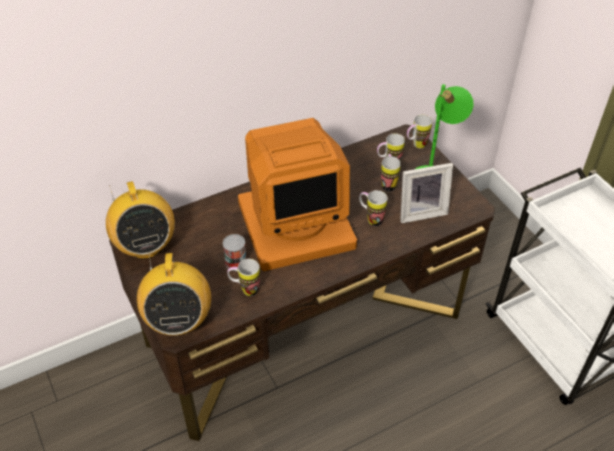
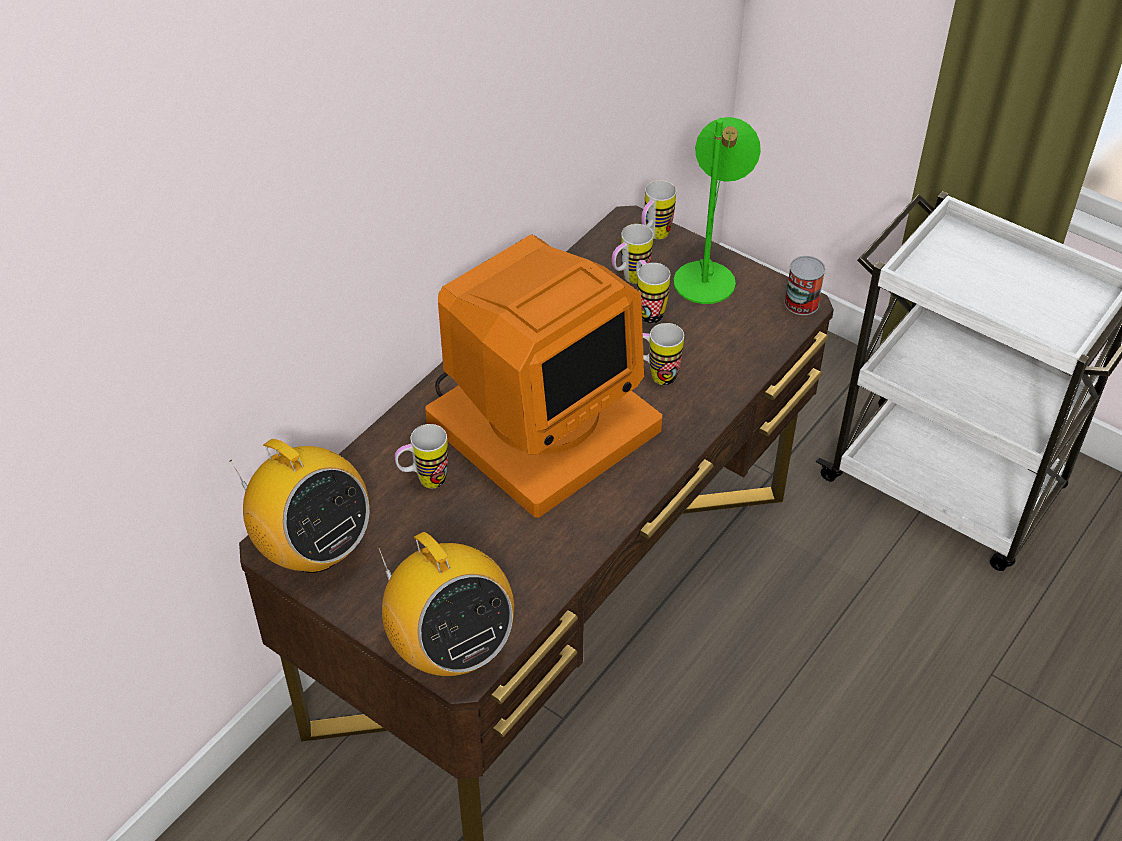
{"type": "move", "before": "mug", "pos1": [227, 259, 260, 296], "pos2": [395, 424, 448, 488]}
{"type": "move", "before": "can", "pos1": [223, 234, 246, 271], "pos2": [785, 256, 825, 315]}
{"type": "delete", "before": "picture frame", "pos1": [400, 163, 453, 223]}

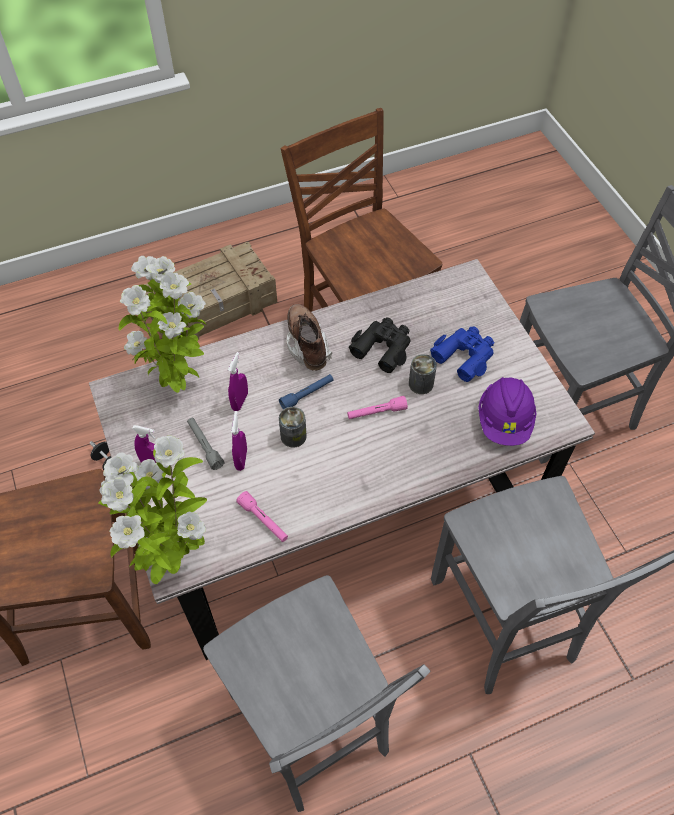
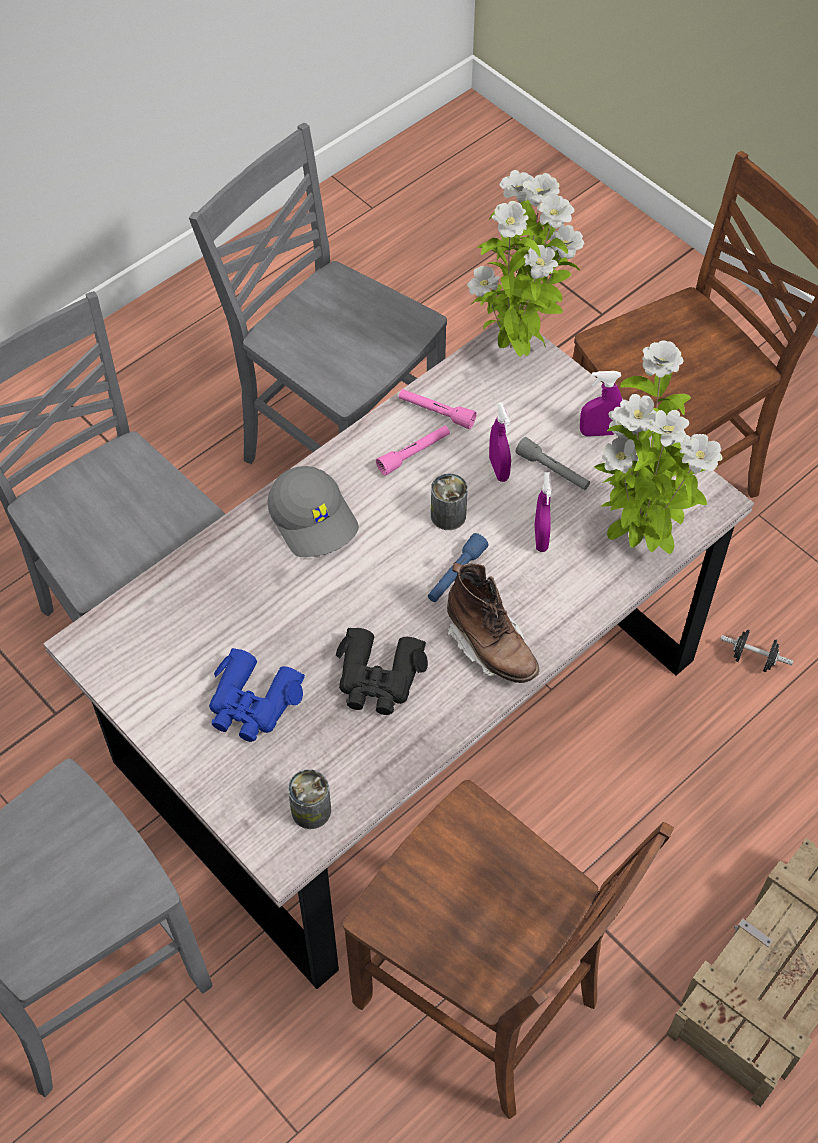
{"type": "insert", "after": "grey cap", "pos2": [267, 466, 359, 557]}
{"type": "move", "before": "can", "pos1": [409, 354, 437, 394], "pos2": [288, 769, 331, 829]}
{"type": "move", "before": "pink flashlight", "pos1": [347, 396, 408, 419], "pos2": [376, 425, 450, 476]}
{"type": "delete", "before": "purple hard hat", "pos1": [478, 377, 536, 446]}

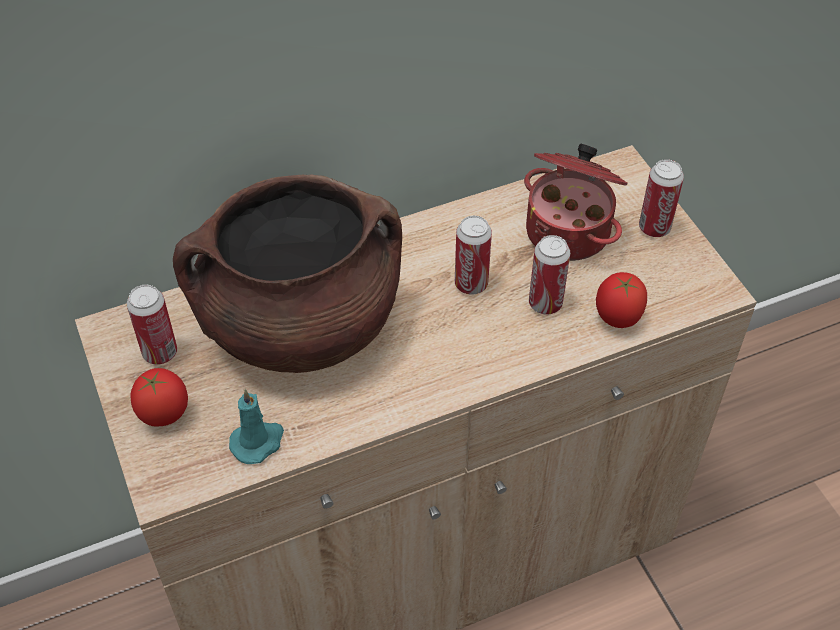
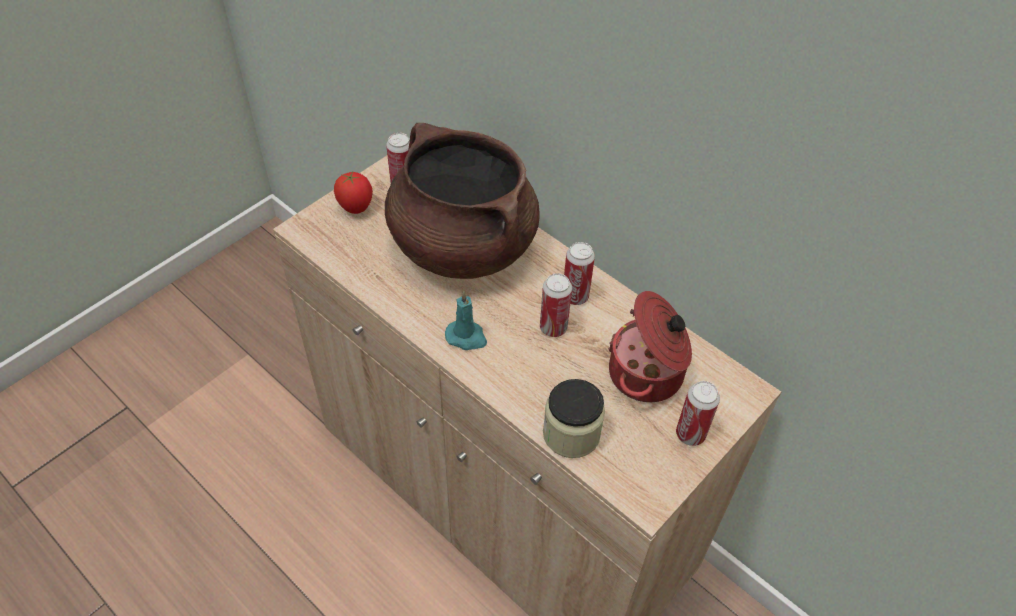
{"type": "move", "before": "turquoise candle", "pos1": [229, 389, 284, 464], "pos2": [445, 291, 487, 350]}
{"type": "replace", "before": "tomato", "after": "jar", "pos1": [596, 272, 647, 328], "pos2": [543, 379, 605, 458]}
{"type": "move", "before": "can", "pos1": [529, 235, 570, 314], "pos2": [564, 242, 595, 305]}

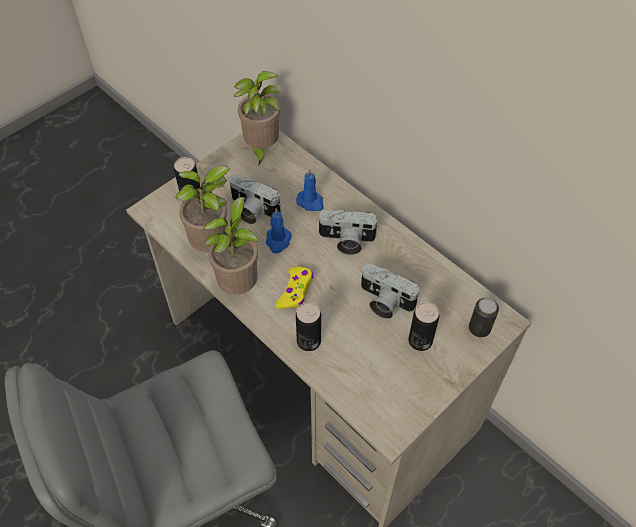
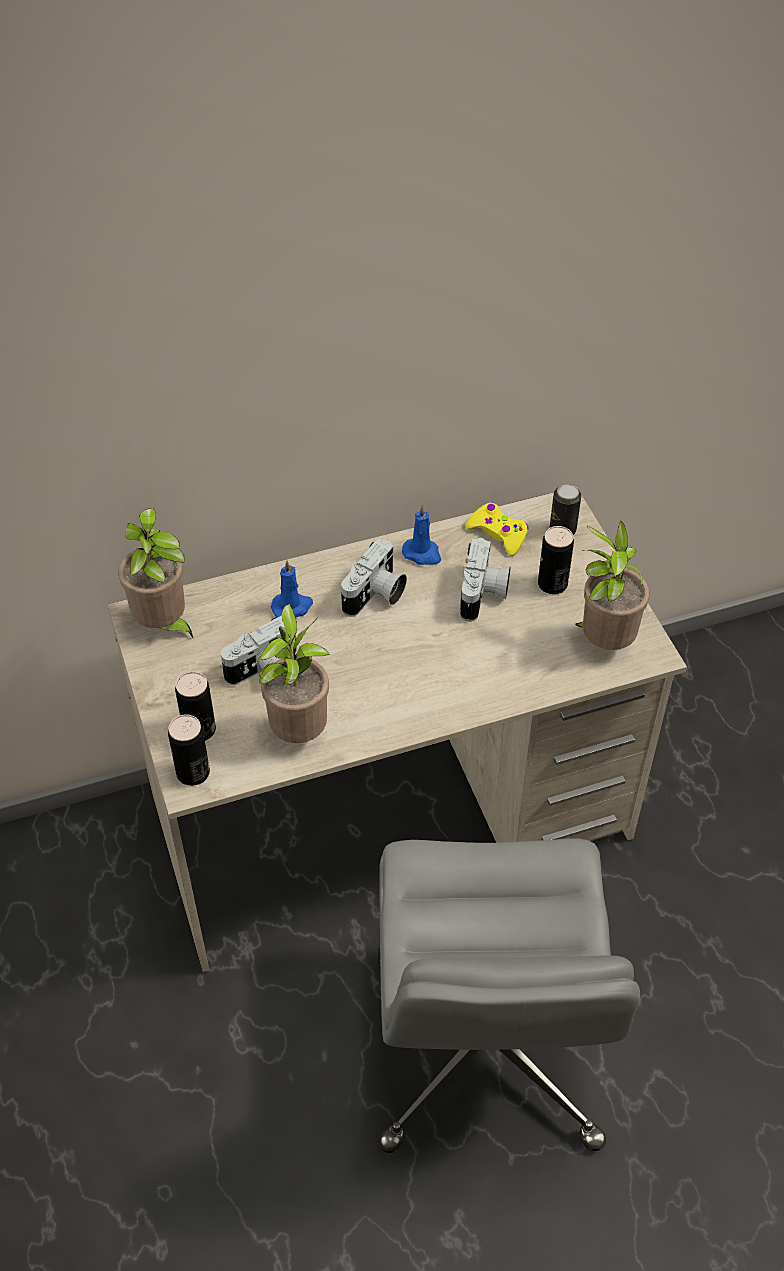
{"type": "move", "before": "can", "pos1": [296, 302, 321, 351], "pos2": [168, 714, 210, 786]}
{"type": "move", "before": "blue candle", "pos1": [266, 208, 292, 253], "pos2": [402, 505, 441, 565]}
{"type": "rotate", "before": "photo camera", "pos1": [361, 264, 419, 319], "pos2": [460, 537, 511, 622], "turn": -45}
{"type": "move", "before": "yellow game controller", "pos1": [275, 266, 313, 309], "pos2": [465, 503, 528, 556]}
{"type": "move", "before": "potted plant", "pos1": [203, 197, 259, 295], "pos2": [575, 520, 649, 650]}

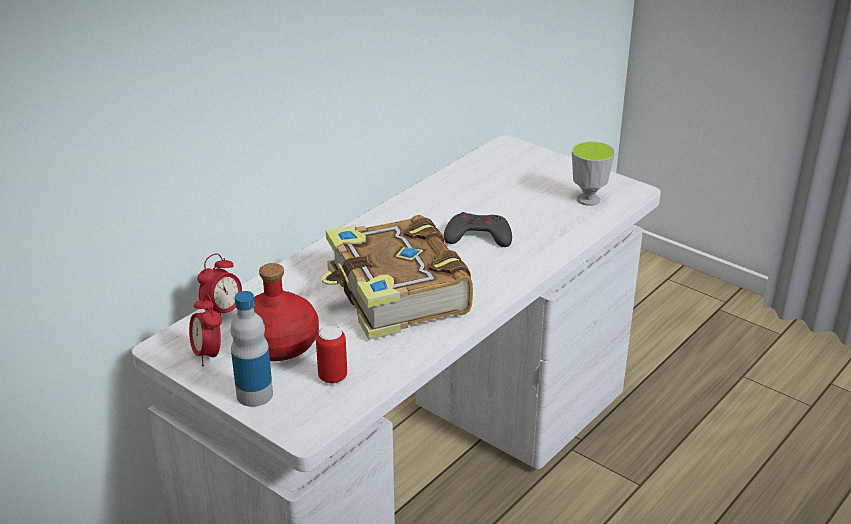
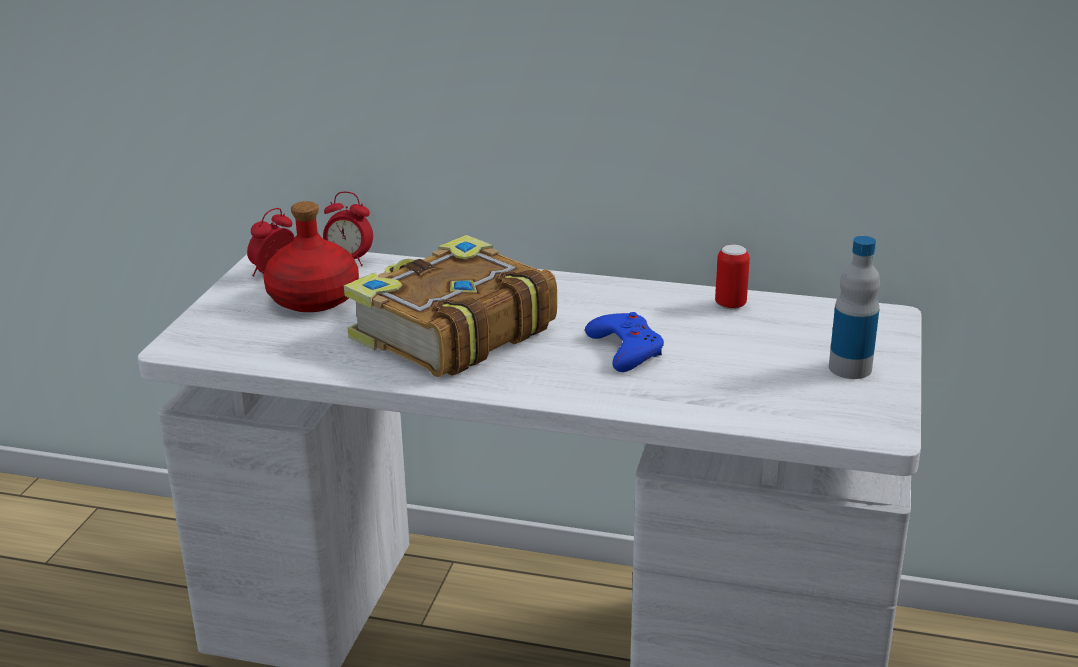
{"type": "recolor", "before": "grey game controller", "after": "blue game controller", "pos1": [444, 212, 512, 247], "pos2": [585, 312, 664, 372]}
{"type": "move", "before": "can", "pos1": [316, 326, 347, 384], "pos2": [715, 244, 750, 309]}
{"type": "move", "before": "bottle", "pos1": [231, 291, 273, 407], "pos2": [829, 236, 880, 379]}
{"type": "delete", "before": "cup", "pos1": [572, 141, 615, 206]}

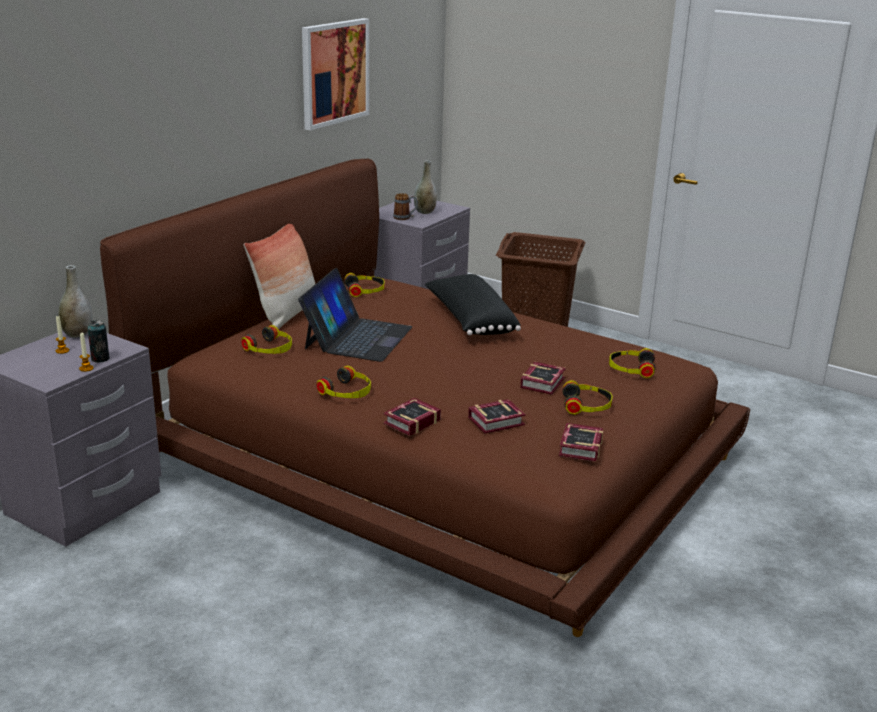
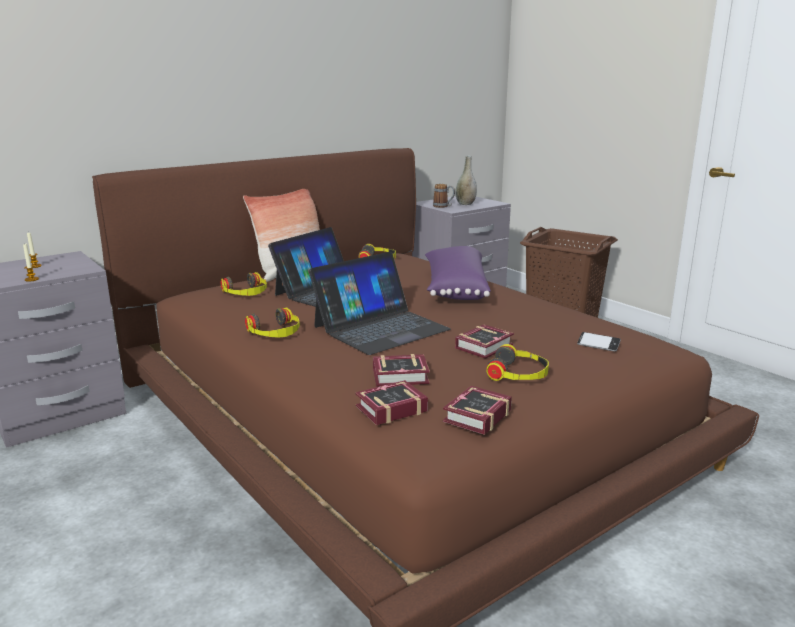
{"type": "insert", "after": "laptop", "pos2": [309, 252, 451, 355]}
{"type": "move", "before": "book", "pos1": [383, 398, 441, 436], "pos2": [355, 380, 428, 425]}
{"type": "recolor", "before": "black pillow", "after": "purple pillow", "pos1": [425, 274, 521, 335], "pos2": [425, 246, 491, 300]}
{"type": "replace", "before": "headphones", "after": "phone", "pos1": [609, 348, 655, 378], "pos2": [577, 332, 621, 352]}
{"type": "delete", "before": "grey vase", "pos1": [58, 265, 92, 338]}
{"type": "delete", "before": "can", "pos1": [87, 320, 109, 363]}
{"type": "delete", "before": "picture", "pos1": [302, 18, 369, 130]}

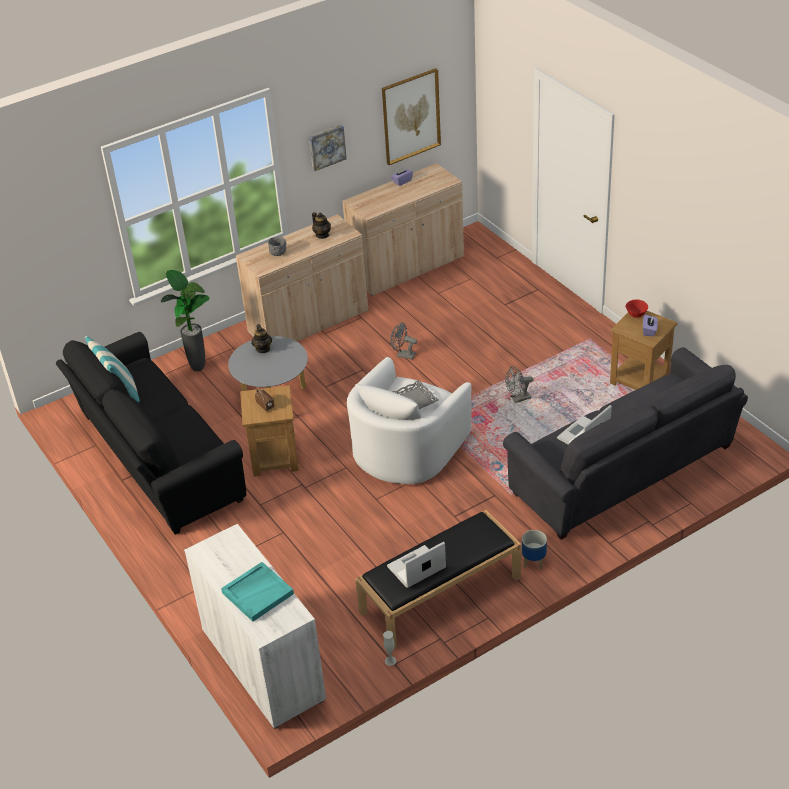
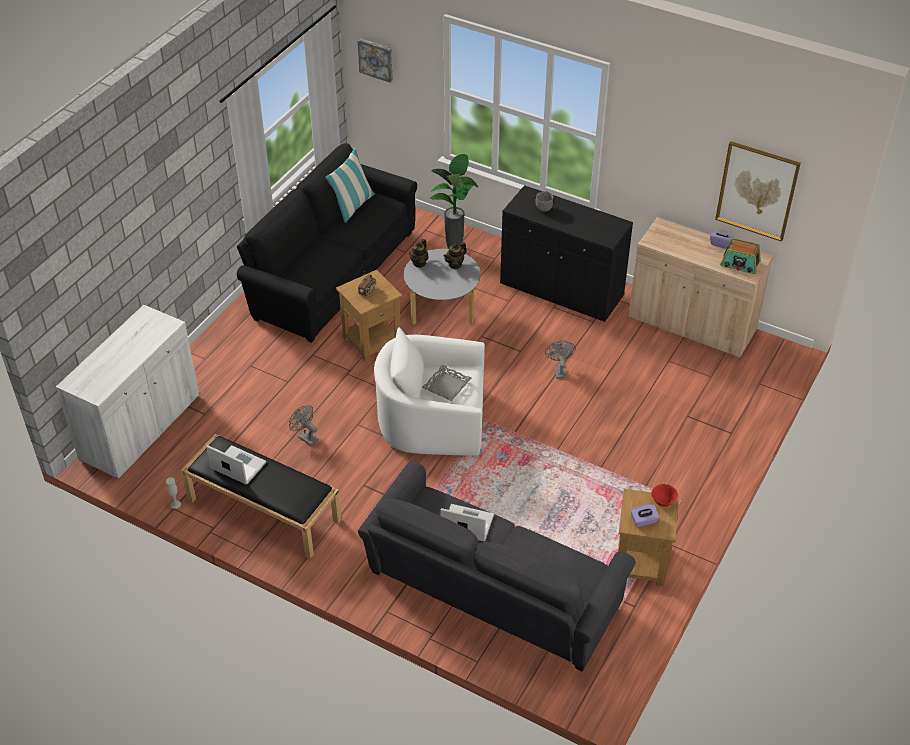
{"type": "move", "before": "grey fan", "pos1": [505, 366, 534, 403], "pos2": [289, 405, 318, 446]}
{"type": "move", "before": "picture", "pos1": [309, 125, 347, 171], "pos2": [358, 39, 393, 83]}
{"type": "move", "before": "teapot", "pos1": [312, 212, 331, 239], "pos2": [409, 239, 429, 267]}
{"type": "recolor", "before": "beige cabinet", "after": "black cabinet", "pos1": [236, 214, 368, 342], "pos2": [500, 185, 633, 322]}
{"type": "insert", "after": "radio", "pos2": [720, 238, 761, 274]}
{"type": "delete", "before": "turquoise tray", "pos1": [221, 562, 294, 622]}
{"type": "delete", "before": "planter", "pos1": [522, 530, 547, 570]}

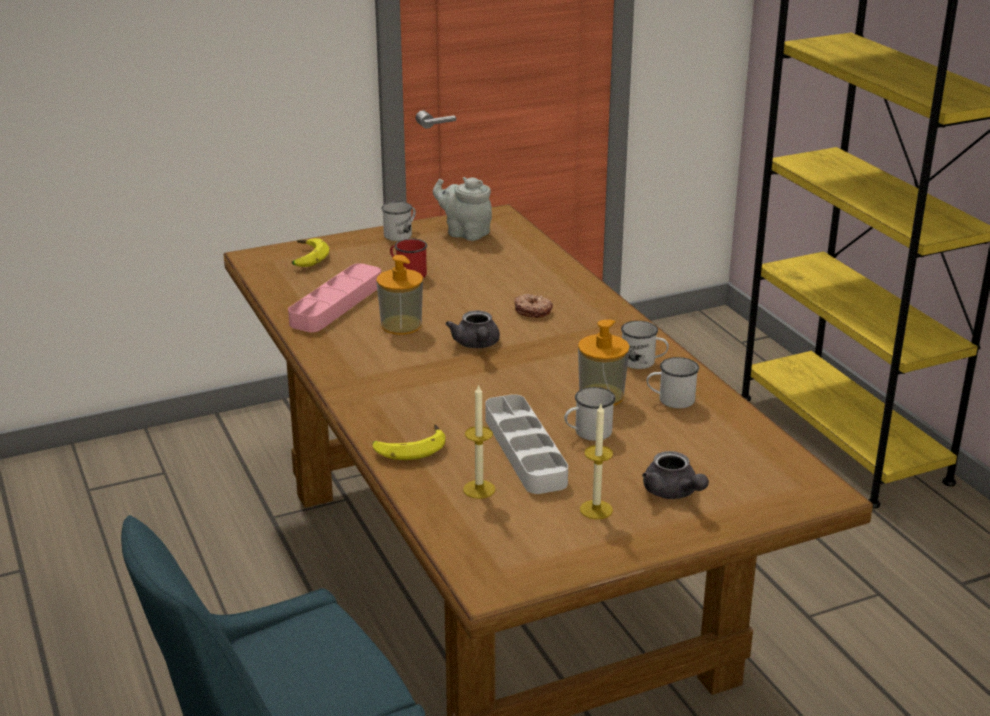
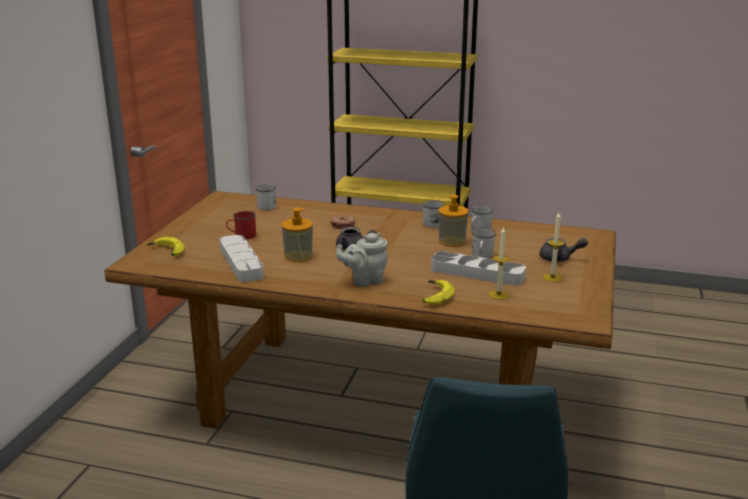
{"type": "recolor", "before": "pink tray", "after": "grey tray", "pos1": [288, 263, 381, 332], "pos2": [220, 235, 264, 282]}
{"type": "move", "before": "white mug", "pos1": [381, 202, 416, 241], "pos2": [255, 184, 276, 210]}
{"type": "move", "before": "grey teapot", "pos1": [433, 177, 492, 241], "pos2": [336, 233, 388, 287]}

